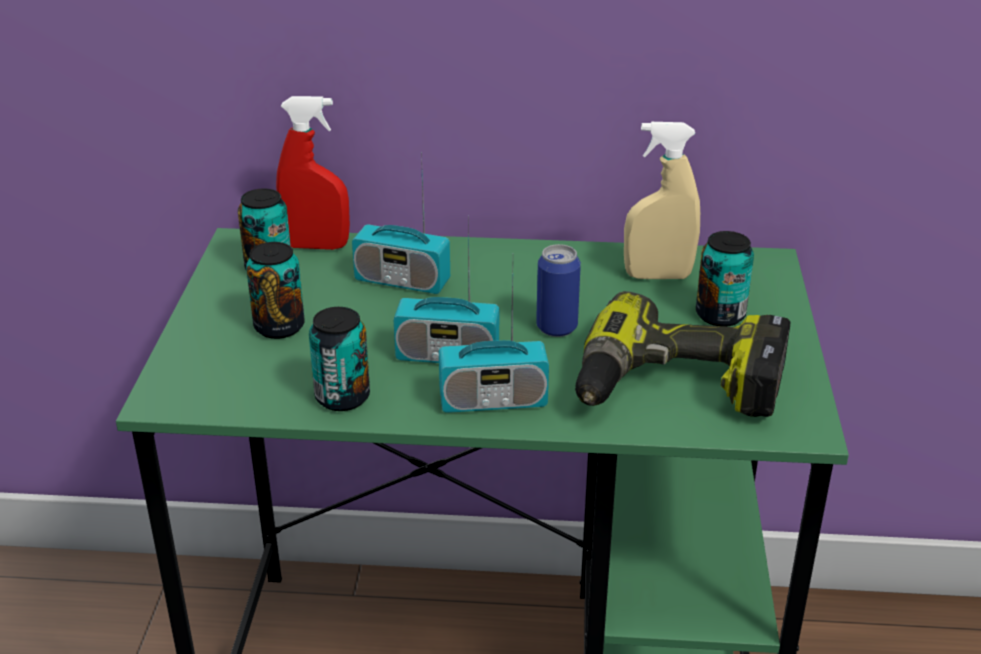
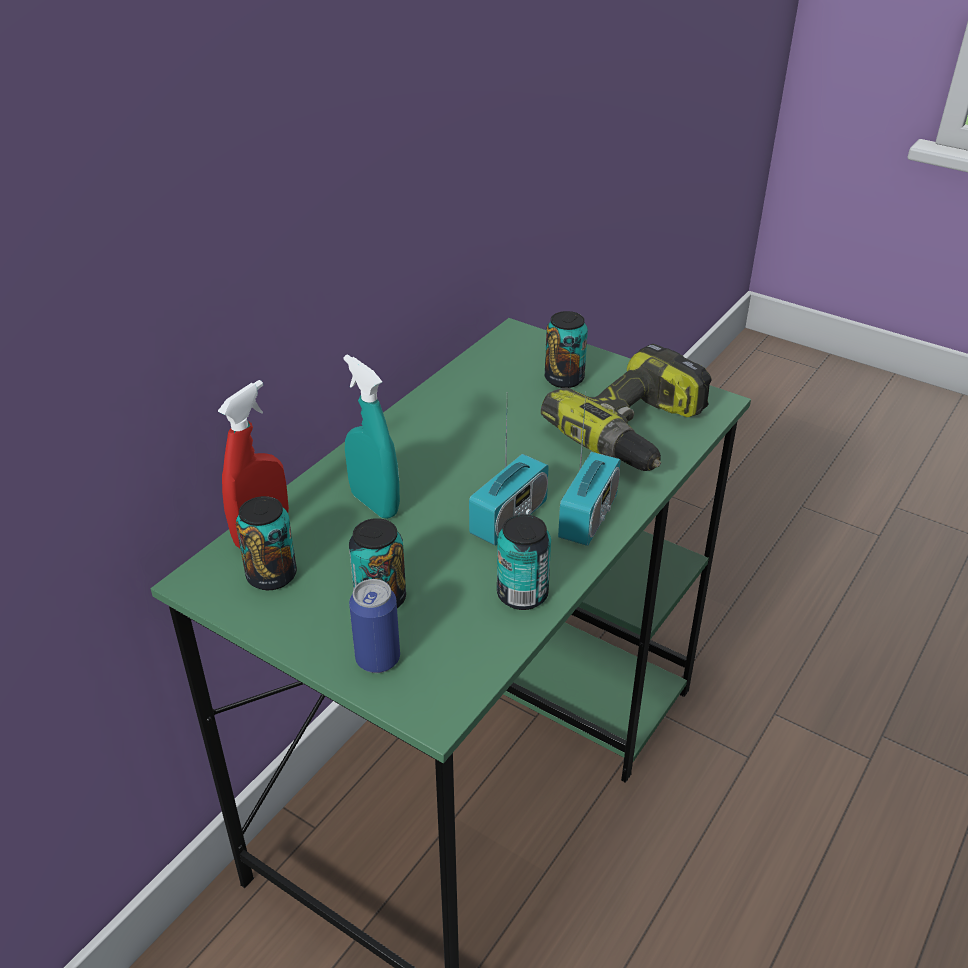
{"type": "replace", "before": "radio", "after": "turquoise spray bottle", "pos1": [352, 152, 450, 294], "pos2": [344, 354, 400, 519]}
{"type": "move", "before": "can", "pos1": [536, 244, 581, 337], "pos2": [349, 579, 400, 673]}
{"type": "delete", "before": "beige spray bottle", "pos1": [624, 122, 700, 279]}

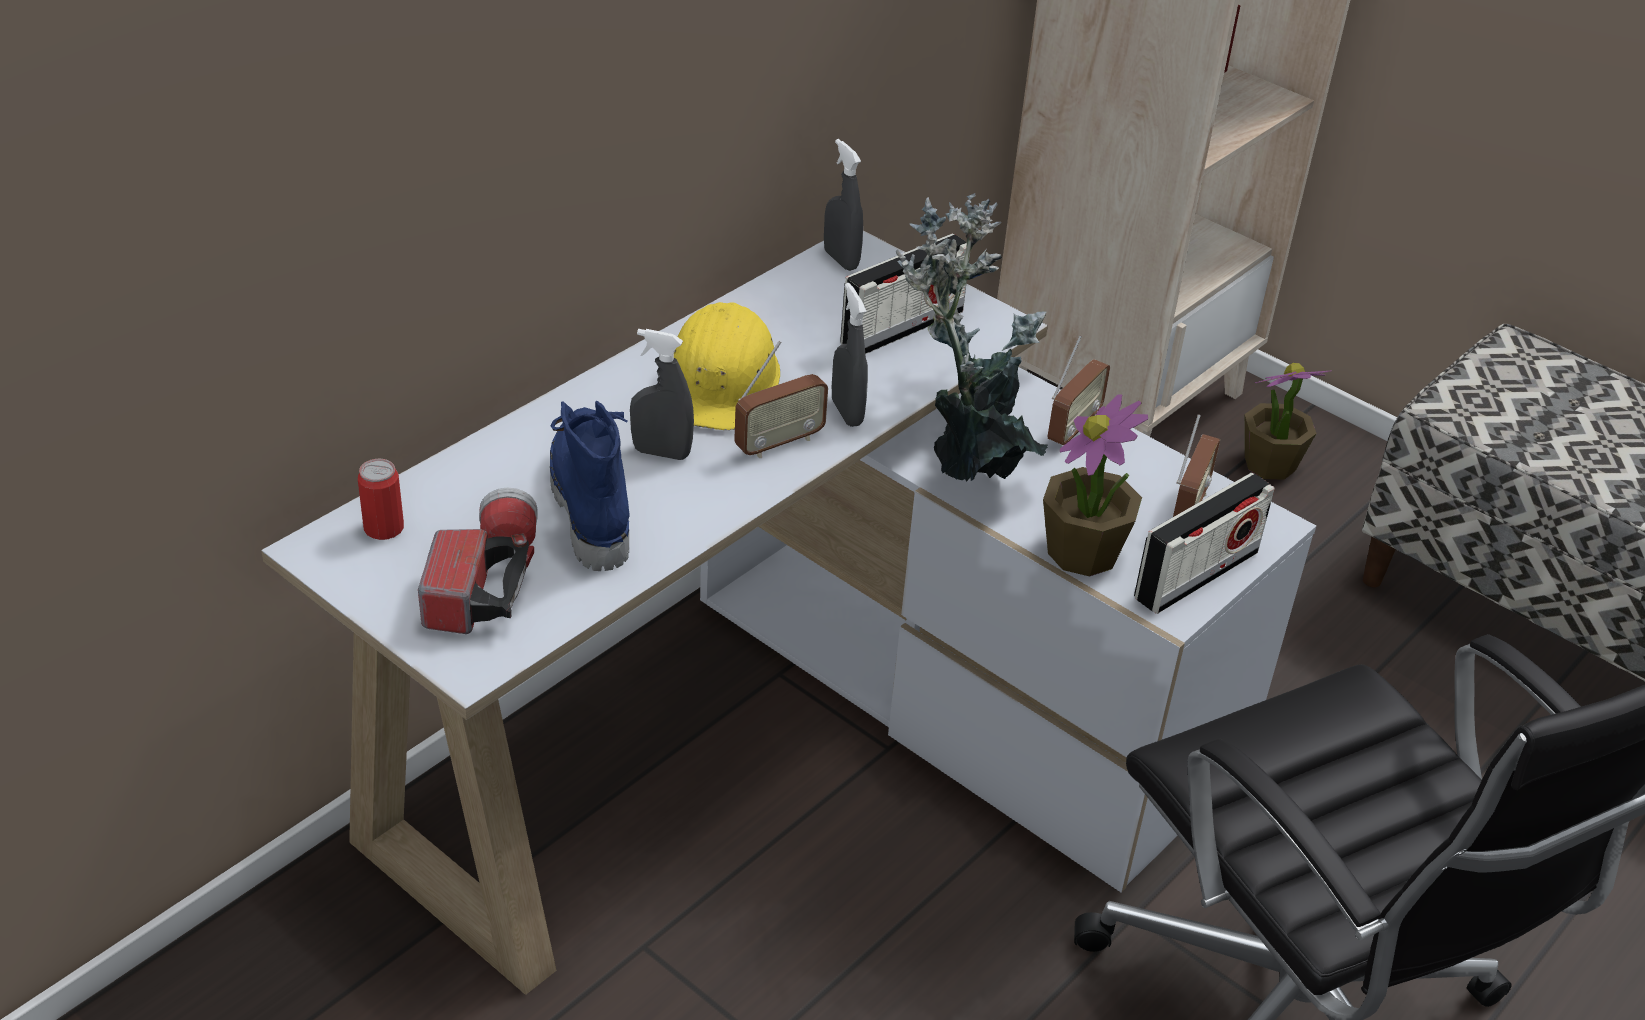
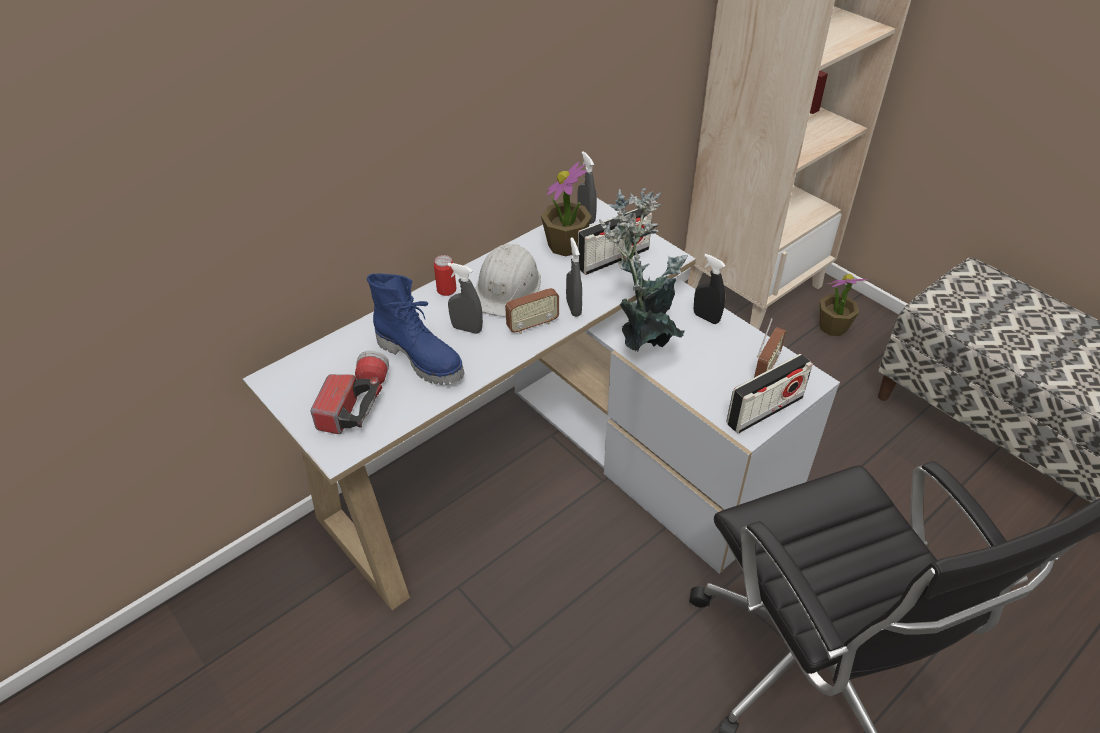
{"type": "rotate", "before": "blue boot", "pos1": [550, 401, 630, 571], "pos2": [367, 273, 464, 385], "turn": 135}
{"type": "move", "before": "can", "pos1": [358, 459, 404, 540], "pos2": [434, 255, 456, 296]}
{"type": "recolor", "before": "yellow hard hat", "after": "white hard hat", "pos1": [674, 302, 780, 430], "pos2": [475, 244, 541, 317]}
{"type": "move", "before": "potted plant", "pos1": [1043, 395, 1148, 576], "pos2": [541, 162, 592, 256]}
{"type": "replace", "before": "radio", "after": "black spray bottle", "pos1": [1048, 335, 1110, 445], "pos2": [694, 254, 726, 324]}

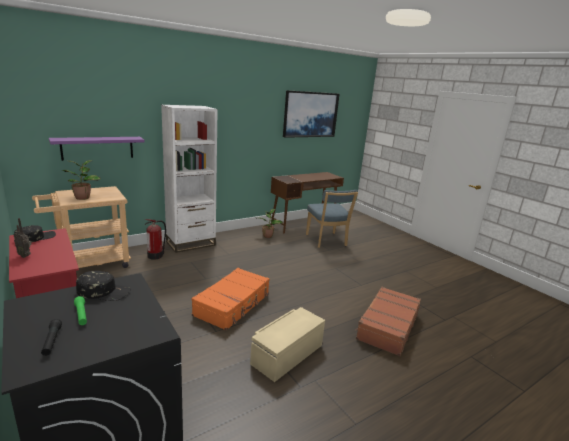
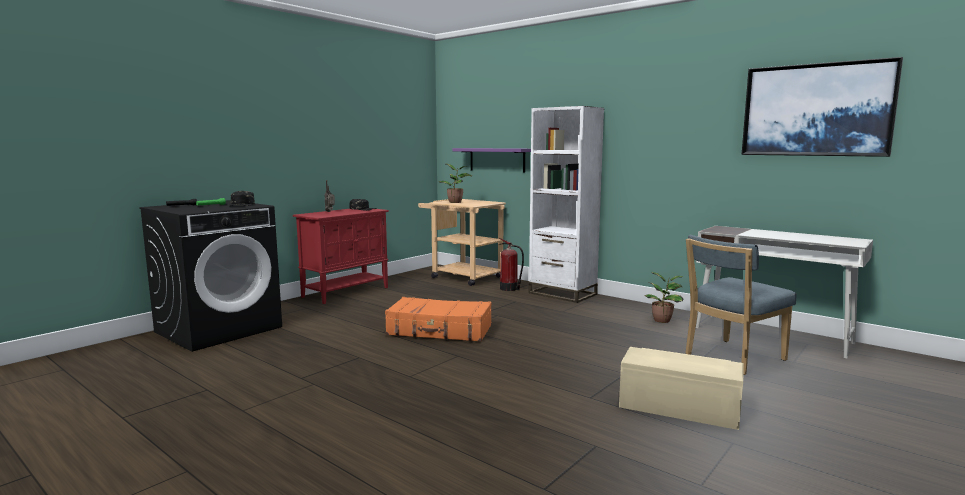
{"type": "move", "before": "beige storage box", "pos1": [250, 307, 325, 382], "pos2": [619, 347, 744, 430]}
{"type": "recolor", "before": "brown desk", "after": "white desk", "pos1": [271, 172, 344, 233], "pos2": [696, 226, 873, 358]}
{"type": "delete", "before": "brown suitcase", "pos1": [355, 287, 421, 356]}

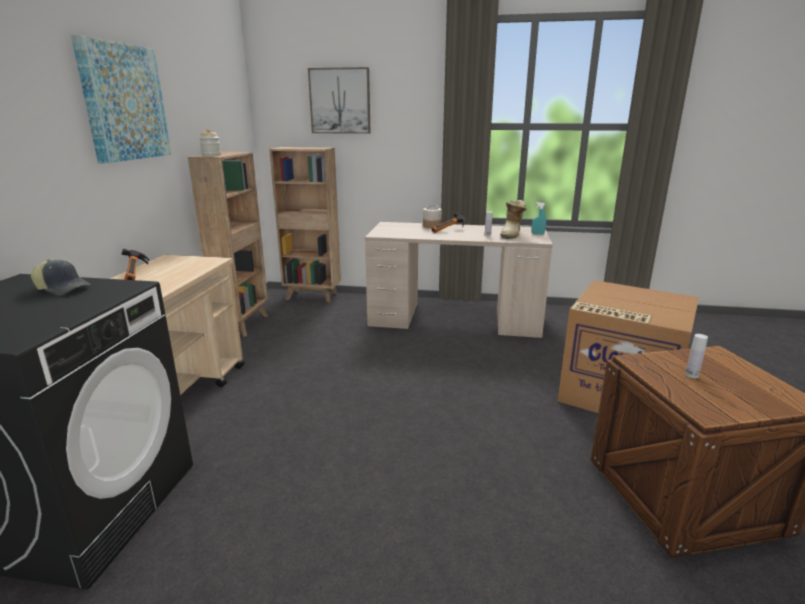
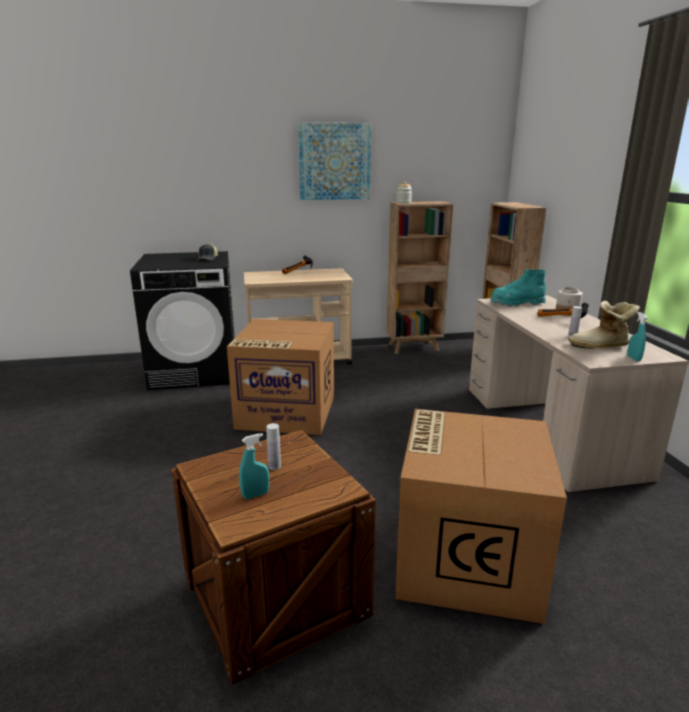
{"type": "insert", "after": "cardboard box", "pos2": [227, 319, 334, 435]}
{"type": "insert", "after": "turquoise spray bottle", "pos2": [239, 433, 269, 499]}
{"type": "insert", "after": "turquoise boot", "pos2": [490, 269, 546, 307]}
{"type": "delete", "before": "picture", "pos1": [308, 67, 370, 134]}

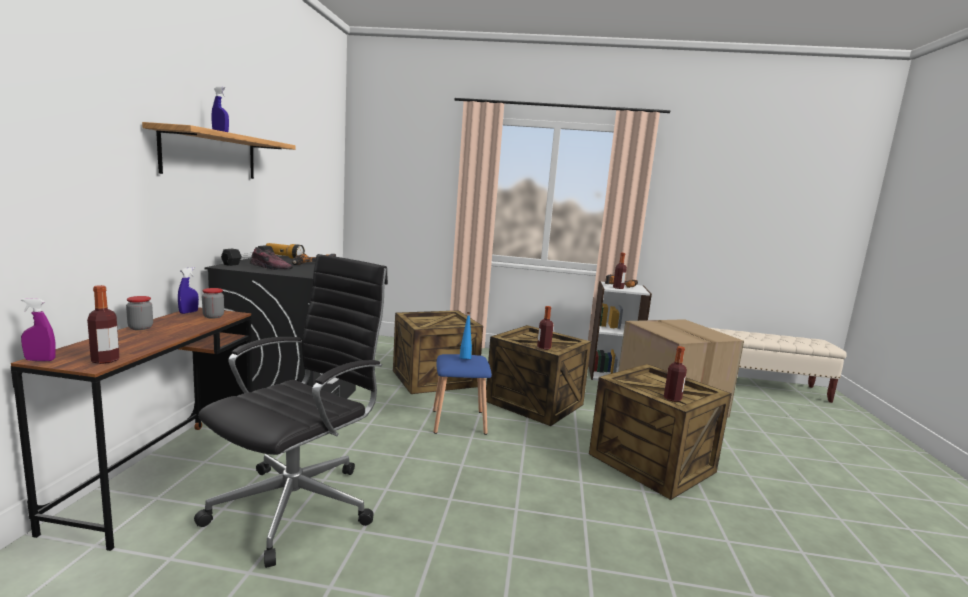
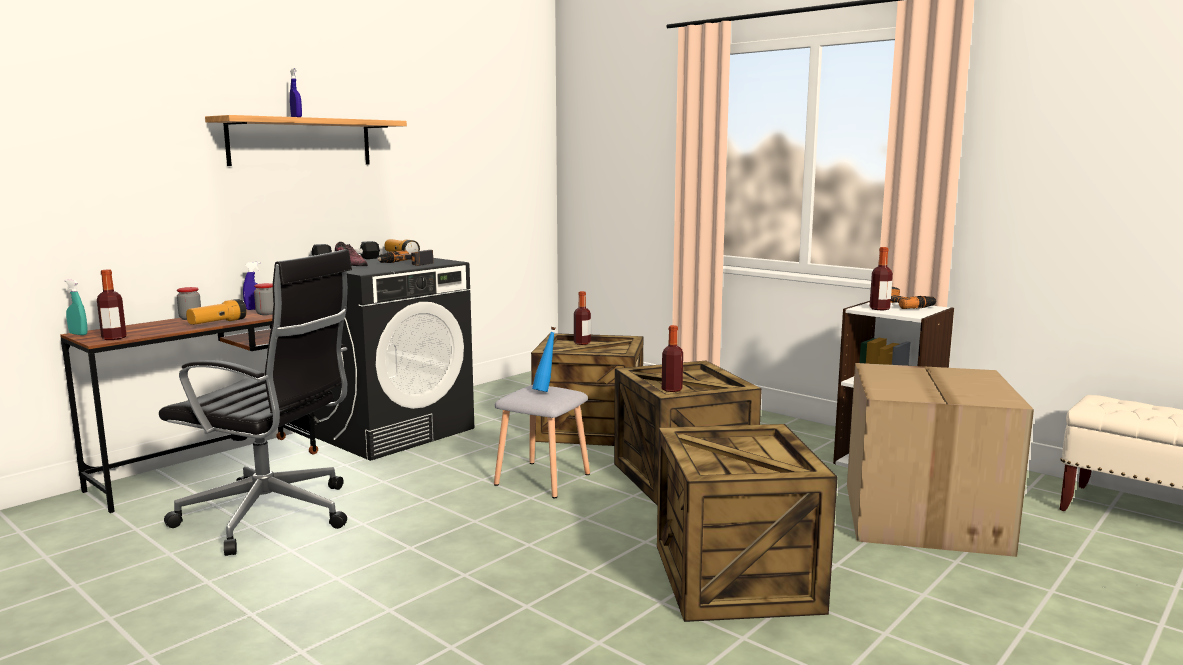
{"type": "recolor", "before": "purple spray bottle", "after": "turquoise spray bottle", "pos1": [21, 298, 56, 361], "pos2": [64, 279, 88, 335]}
{"type": "rotate", "before": "black office chair", "pos1": [194, 254, 388, 568], "pos2": [159, 249, 352, 556], "turn": 45}
{"type": "insert", "after": "flashlight", "pos2": [186, 299, 247, 325]}
{"type": "recolor", "before": "blue stool", "after": "grey stool", "pos1": [433, 354, 492, 435], "pos2": [494, 385, 590, 498]}
{"type": "move", "before": "bottle", "pos1": [664, 346, 687, 402], "pos2": [574, 291, 591, 345]}

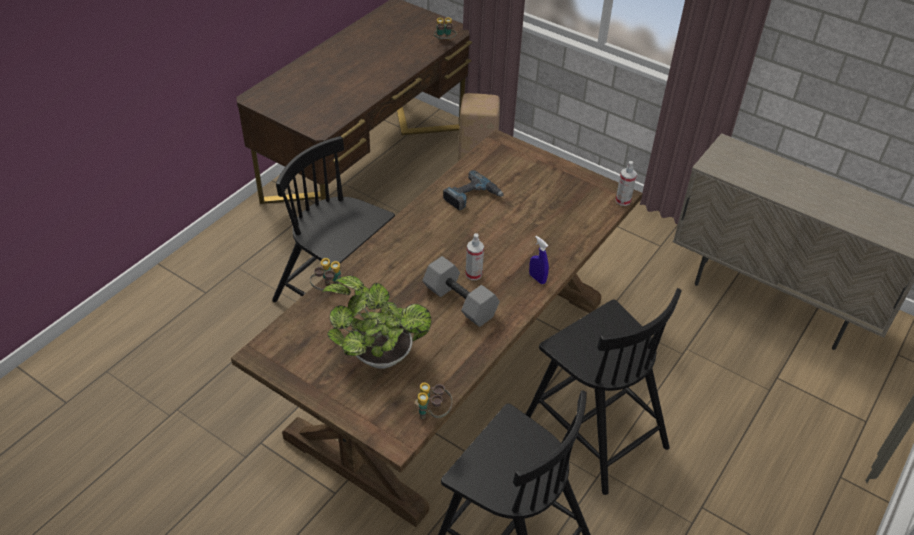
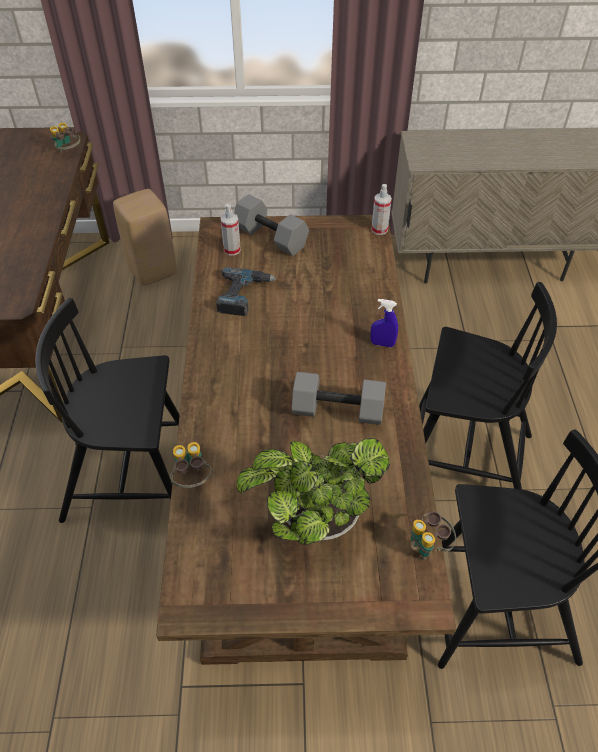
{"type": "move", "before": "spray bottle", "pos1": [465, 233, 484, 280], "pos2": [220, 204, 241, 256]}
{"type": "insert", "after": "grey dumbbell", "pos2": [234, 194, 309, 256]}

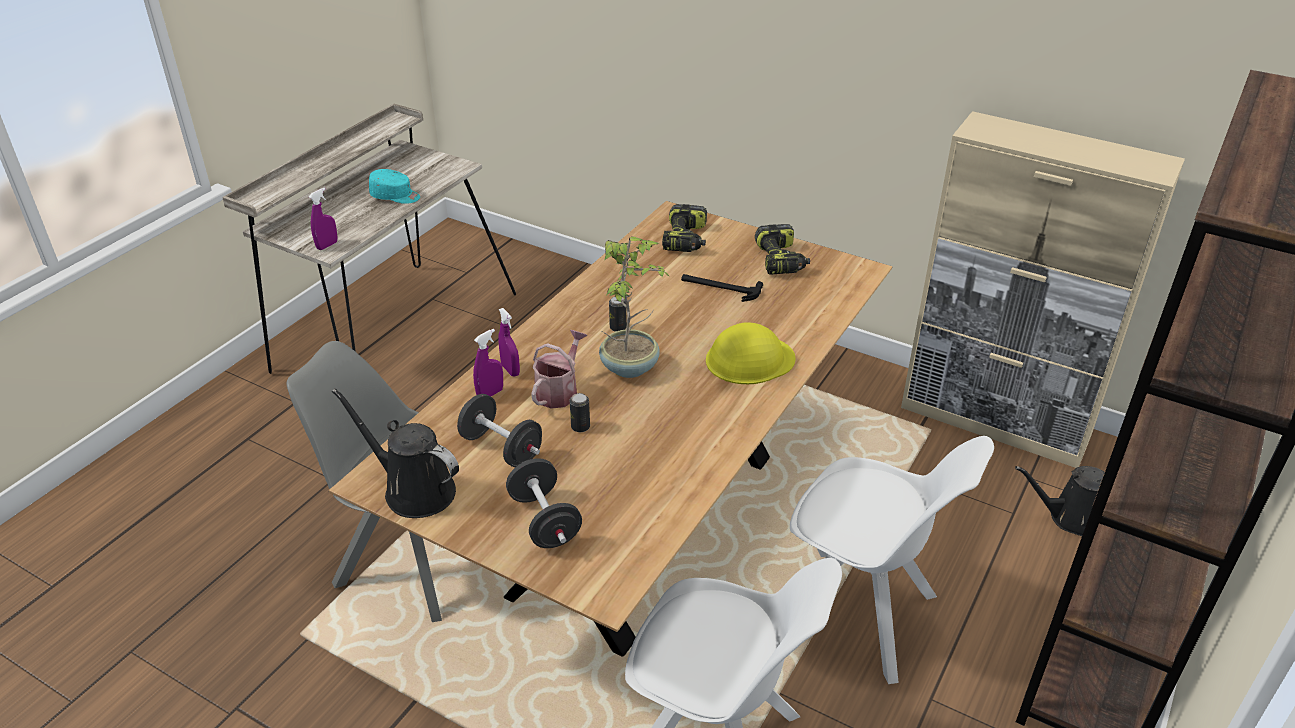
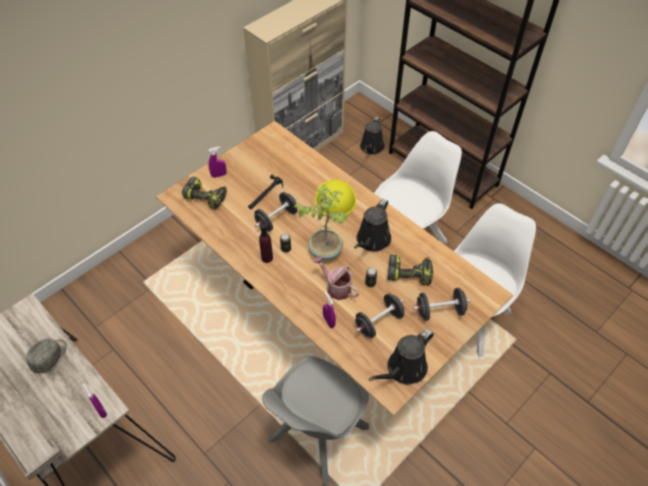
{"type": "recolor", "before": "turquoise cap", "after": "grey cap", "pos1": [369, 169, 420, 204], "pos2": [26, 339, 67, 373]}
{"type": "move", "before": "purple spray bottle", "pos1": [499, 308, 520, 377], "pos2": [209, 147, 227, 178]}
{"type": "insert", "after": "black dumbbell", "pos2": [254, 192, 298, 232]}
{"type": "insert", "after": "purple bottle", "pos2": [259, 224, 273, 263]}
{"type": "insert", "after": "black watering can", "pos2": [354, 199, 391, 252]}
{"type": "move", "before": "power drill", "pos1": [755, 224, 810, 274], "pos2": [388, 254, 433, 286]}

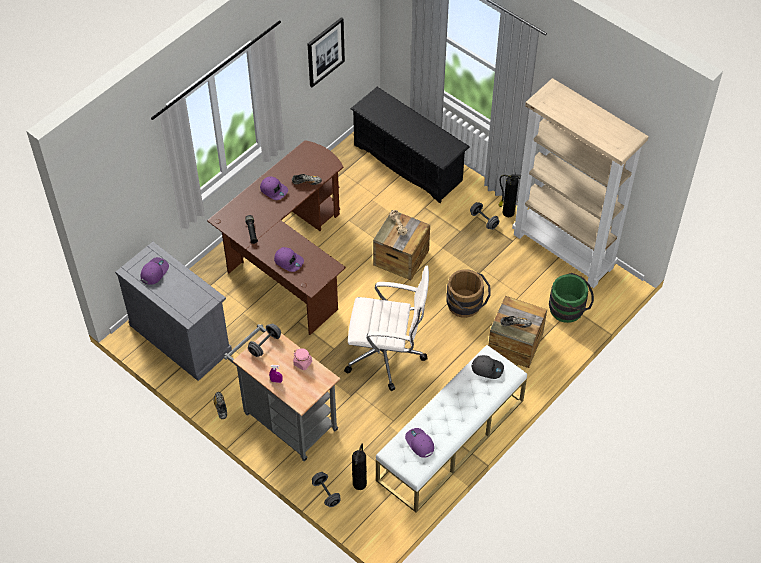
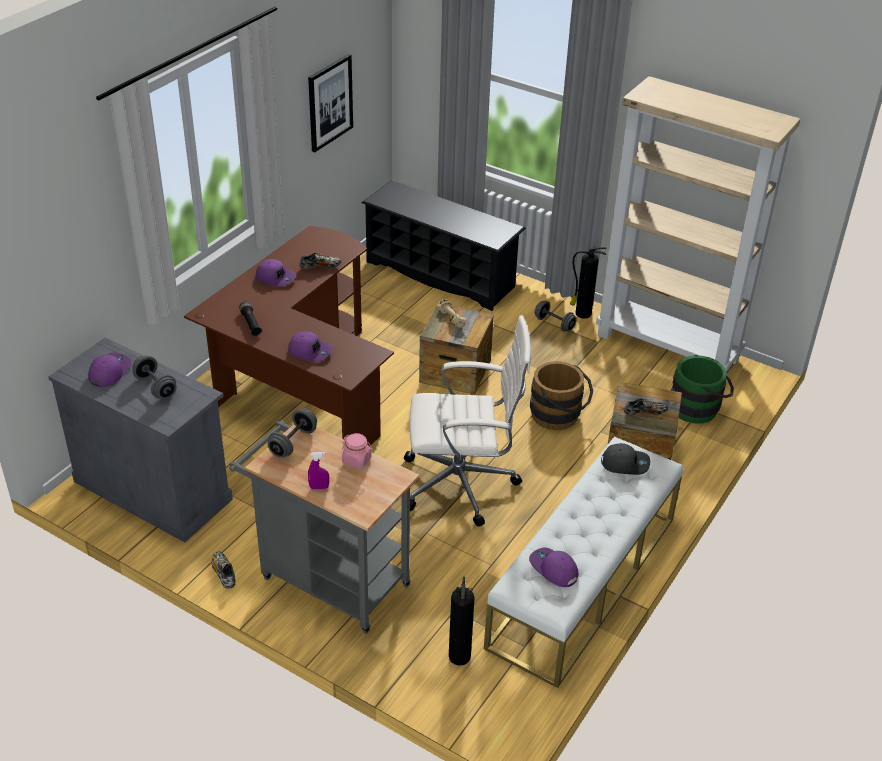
{"type": "move", "before": "grey dumbbell", "pos1": [312, 472, 341, 507], "pos2": [132, 356, 177, 399]}

